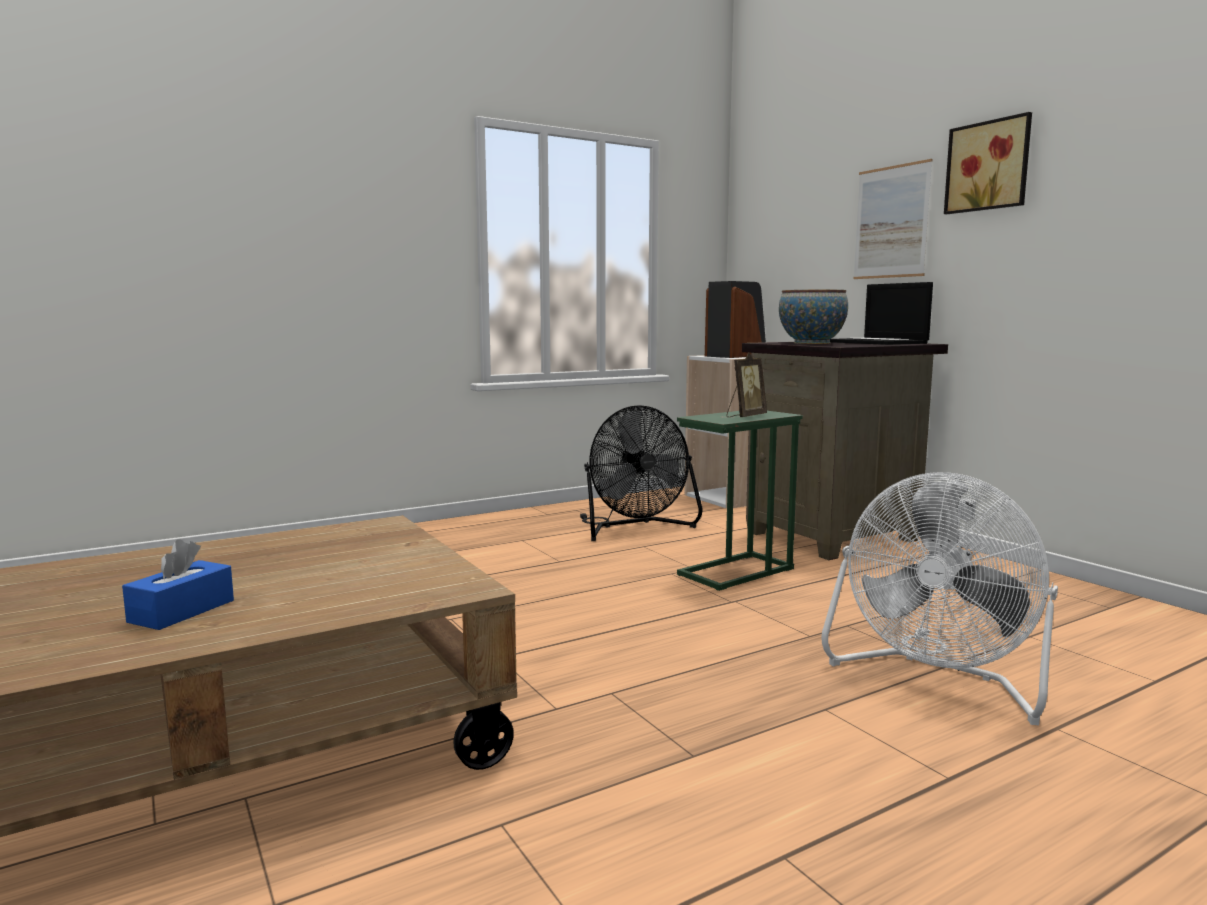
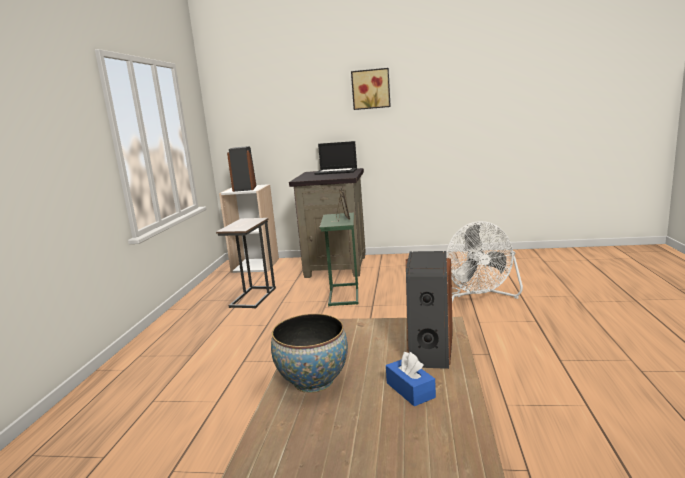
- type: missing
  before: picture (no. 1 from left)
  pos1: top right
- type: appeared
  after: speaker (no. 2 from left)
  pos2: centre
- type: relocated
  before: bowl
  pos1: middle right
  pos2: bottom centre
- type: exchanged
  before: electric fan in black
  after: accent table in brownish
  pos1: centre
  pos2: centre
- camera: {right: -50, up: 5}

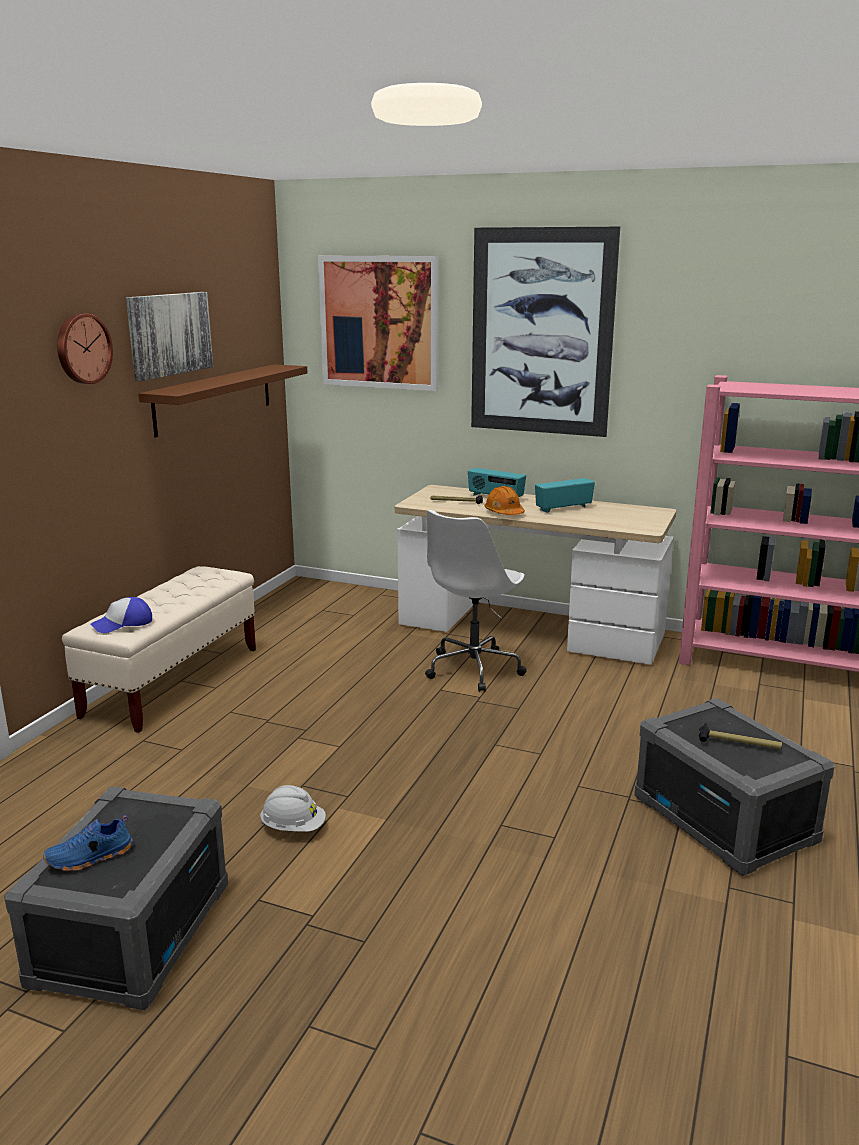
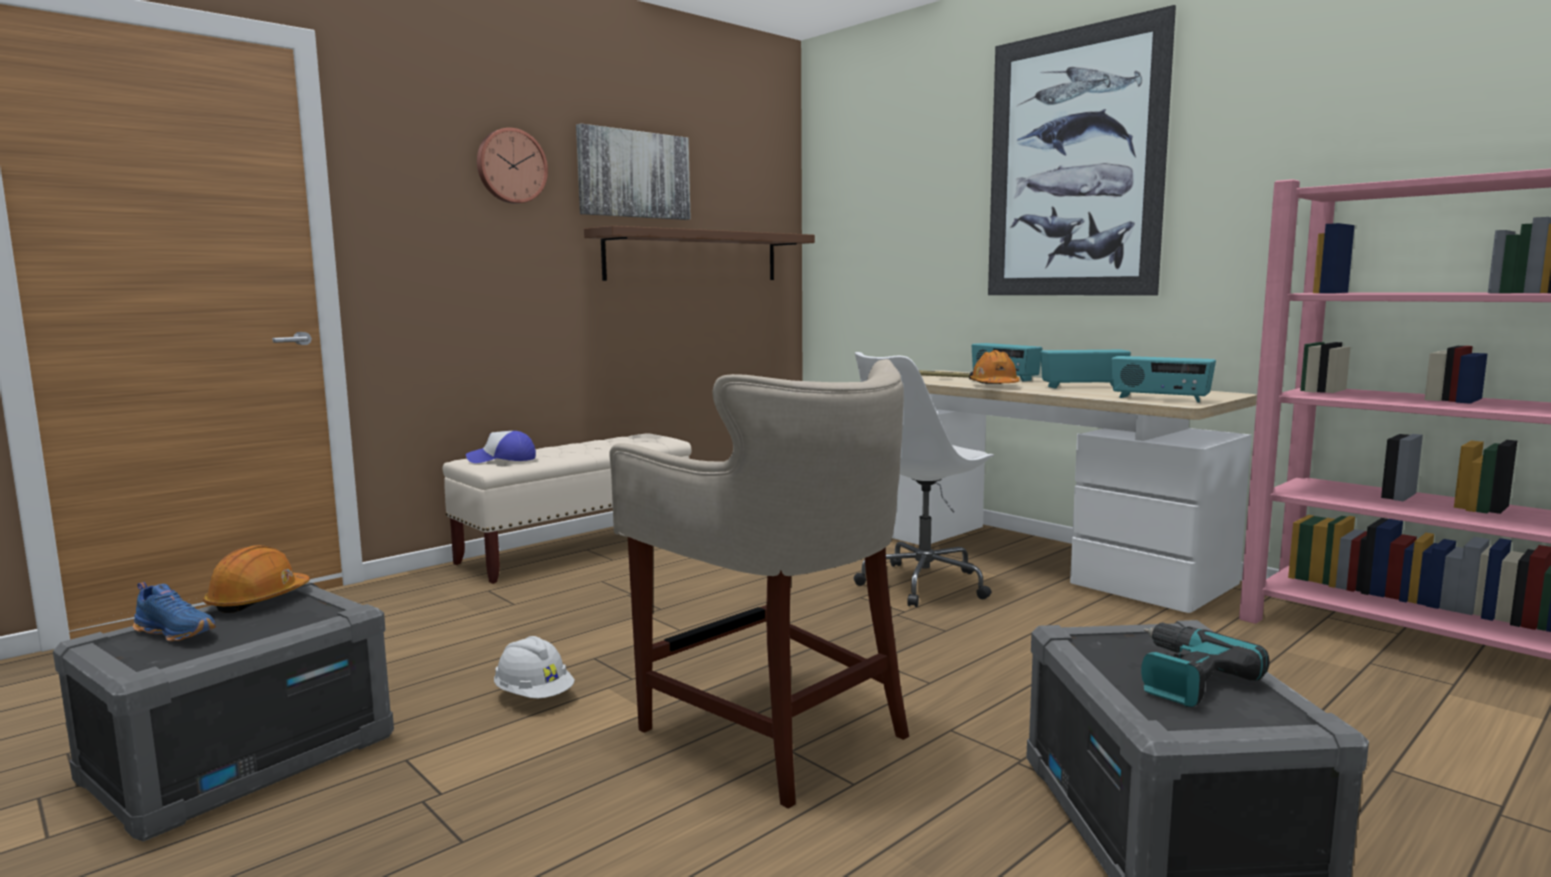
- type: missing
  before: picture (no. 2 from left)
  pos1: top centre
- type: appeared
  after: work helmet in orange (no. 1 from left)
  pos2: middle left
- type: appeared
  after: stool in sand-coloured
  pos2: centre
- type: appeared
  after: radio set (no. 3 from left)
  pos2: middle right
- type: exchanged
  before: hand hammer (no. 2 from left)
  after: drill
  pos1: middle right
  pos2: bottom right
- type: spun
  before: item of footwear in blue
  pos1: bottom left
  pos2: bottom left
  turn: -150
- camera: {right: 25, up: -10}

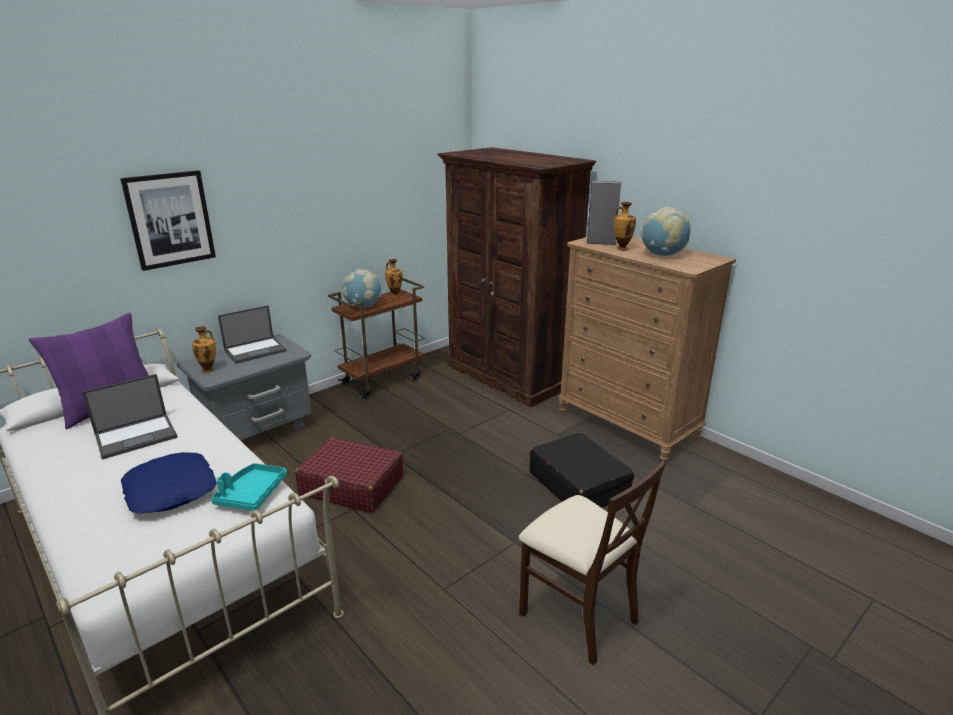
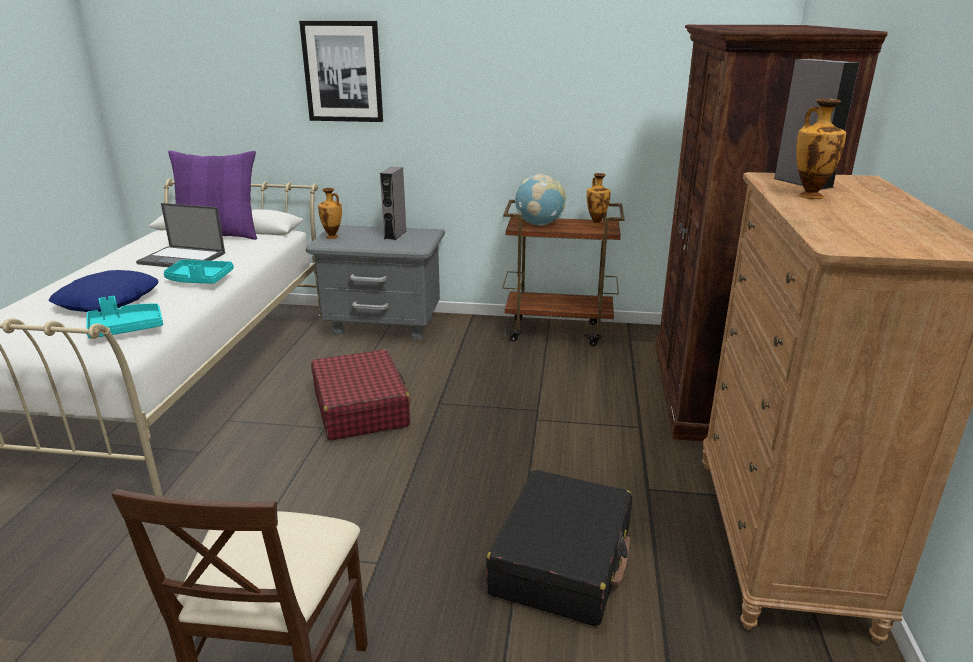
- type: missing
  before: globe (no. 2 from left)
  pos1: top right
- type: appeared
  after: carrying tray in blue-green (no. 2 from left)
  pos2: middle left
- type: exchanged
  before: notebook computer (no. 2 from left)
  after: speaker in grey (no. 1 from left)
  pos1: middle left
  pos2: top centre
- camera: {right: 50, up: 0}

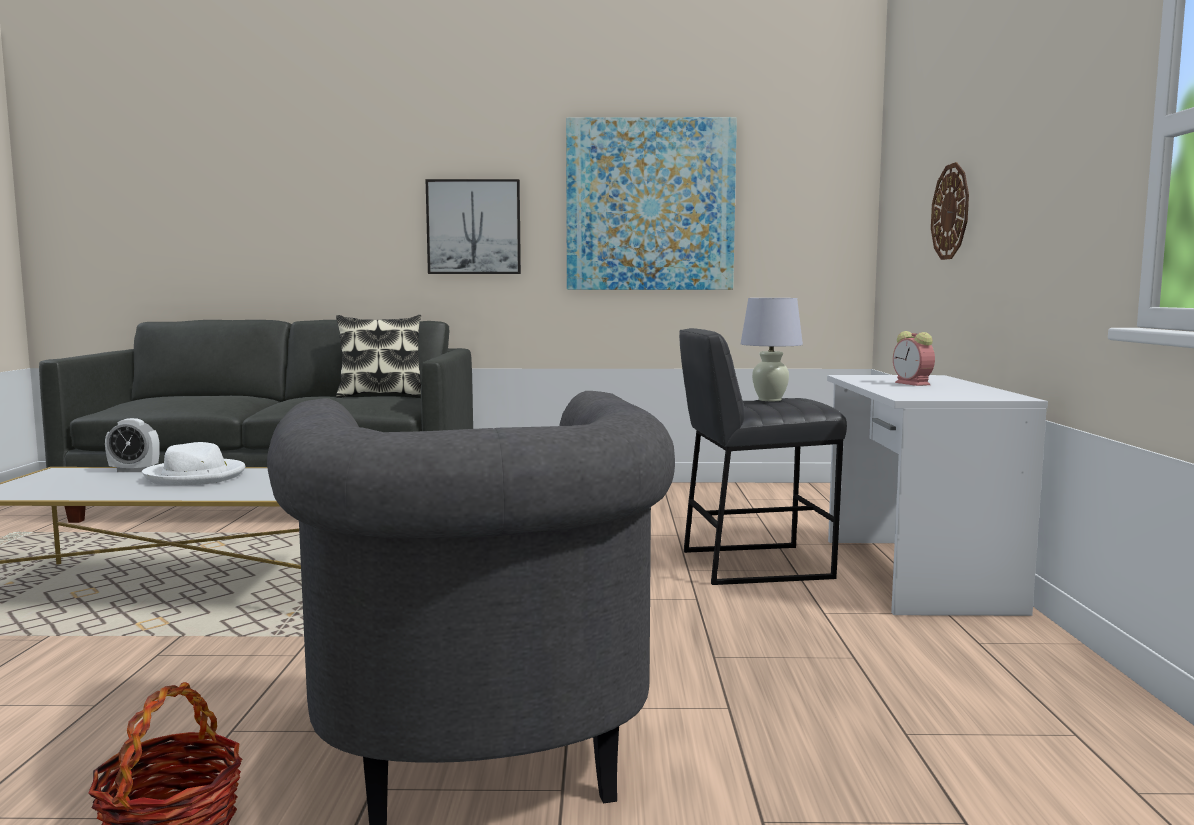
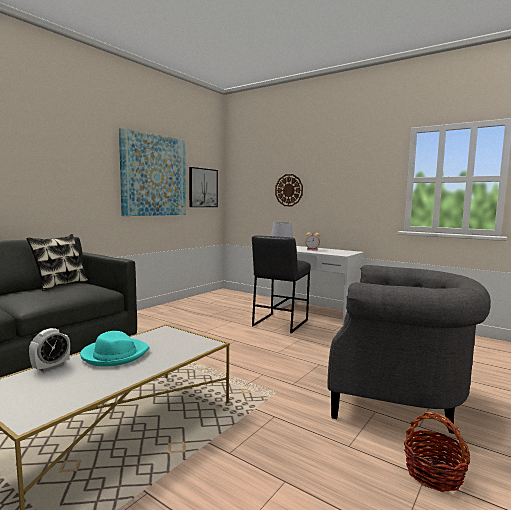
- type: relocated
  before: picture (no. 1 from left in the first image)
  after: picture (no. 2 from left)
  pos1: top centre
  pos2: centre
- type: colour
  before: hat in white-coloured
  after: hat in blue-green
  pos1: middle left
  pos2: bottom left
- camera: {right: -55, up: 0}

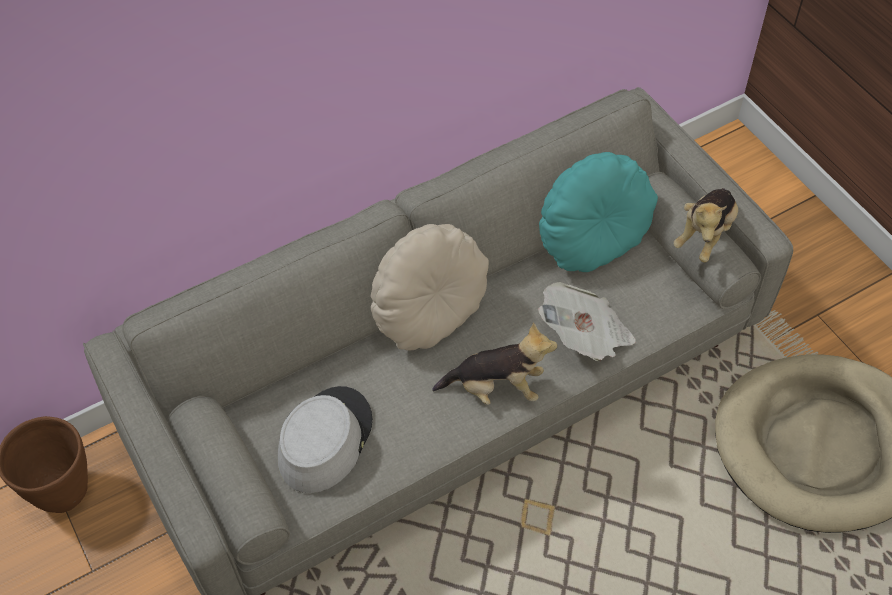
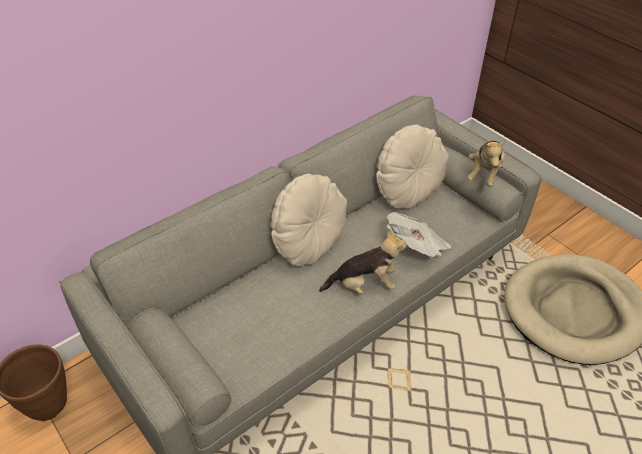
- type: missing
  before: hat in grey
  pos1: bottom centre
- type: colour
  before: pillow in blue-green
  after: pillow in sand-coloured (no. 2 from left)
  pos1: middle right
  pos2: centre
- camera: {right: -10, up: -10}

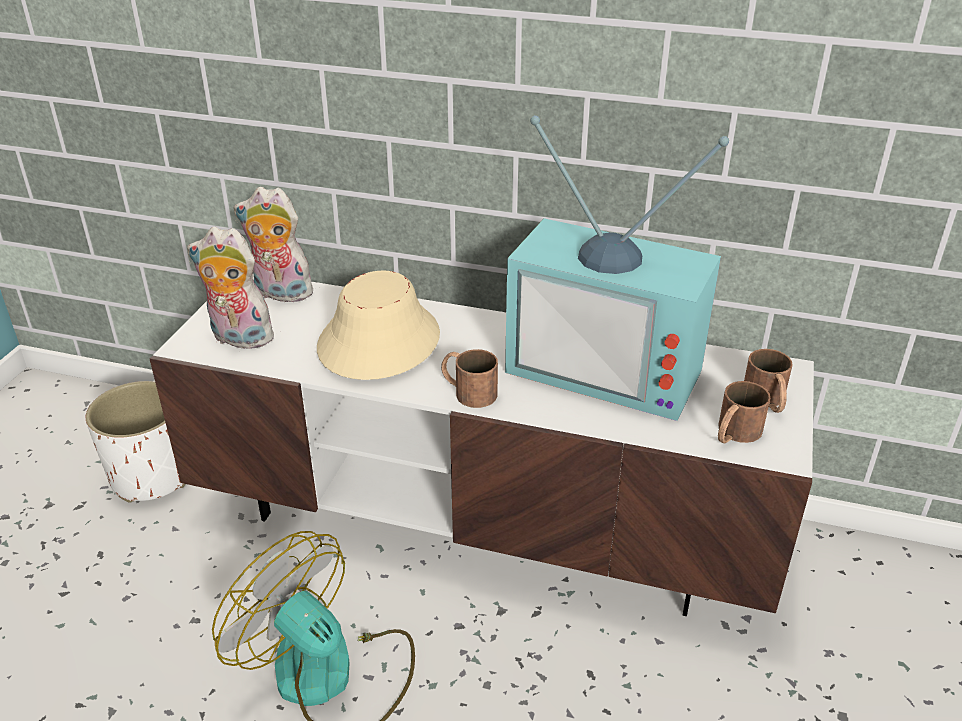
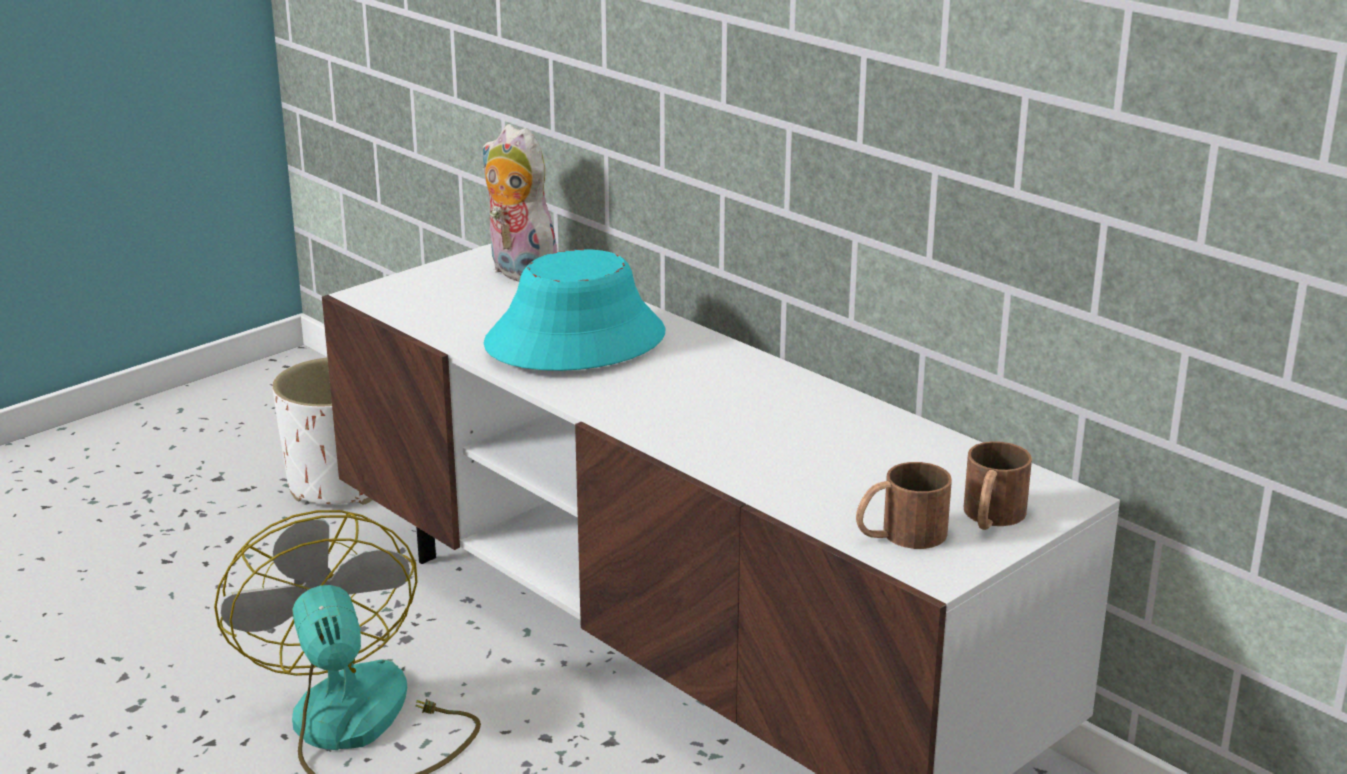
- type: missing
  before: plush toy (no. 1 from left)
  pos1: middle left
- type: missing
  before: tea mug in brownish (no. 1 from left)
  pos1: centre
- type: missing
  before: TV
  pos1: centre
- type: colour
  before: hat in sand-coloured
  after: hat in blue-green
  pos1: centre
  pos2: centre
- camera: {right: 30, up: -10}

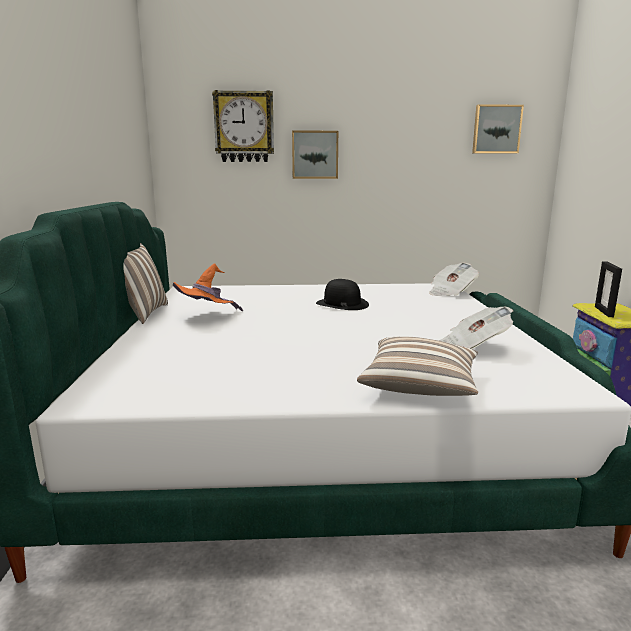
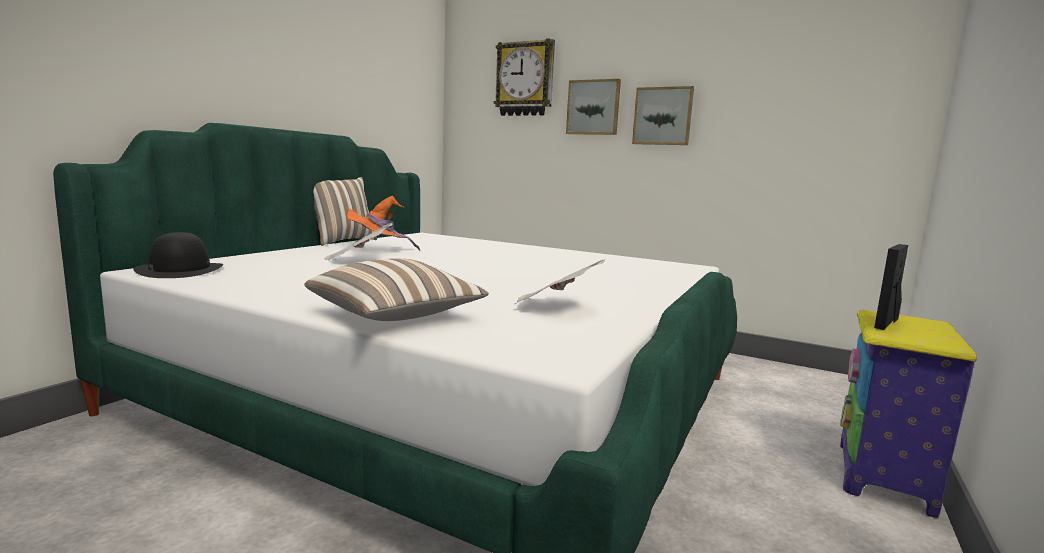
- type: relocated
  before: hat in black
  pos1: centre
  pos2: middle left
- type: relocated
  before: printed paper (no. 1 from left)
  pos1: middle right
  pos2: centre
- type: relocated
  before: picture (no. 2 from left)
  pos1: top right
  pos2: top centre
- camera: {right: 30, up: -5}

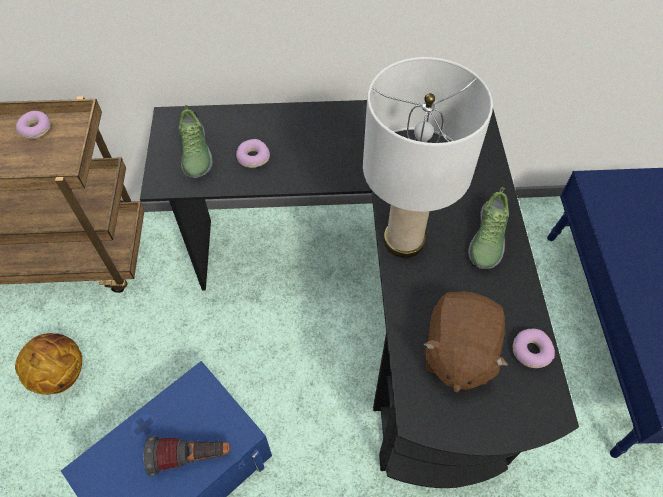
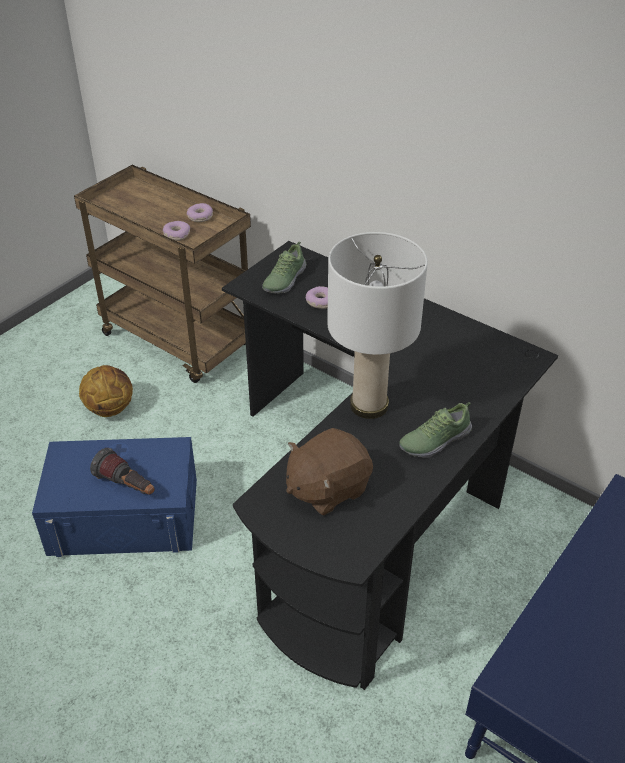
- type: relocated
  before: donut (no. 3 from left in the first image)
  after: donut (no. 1 from left)
  pos1: bottom right
  pos2: top left
- camera: {right: 40, up: -15}

